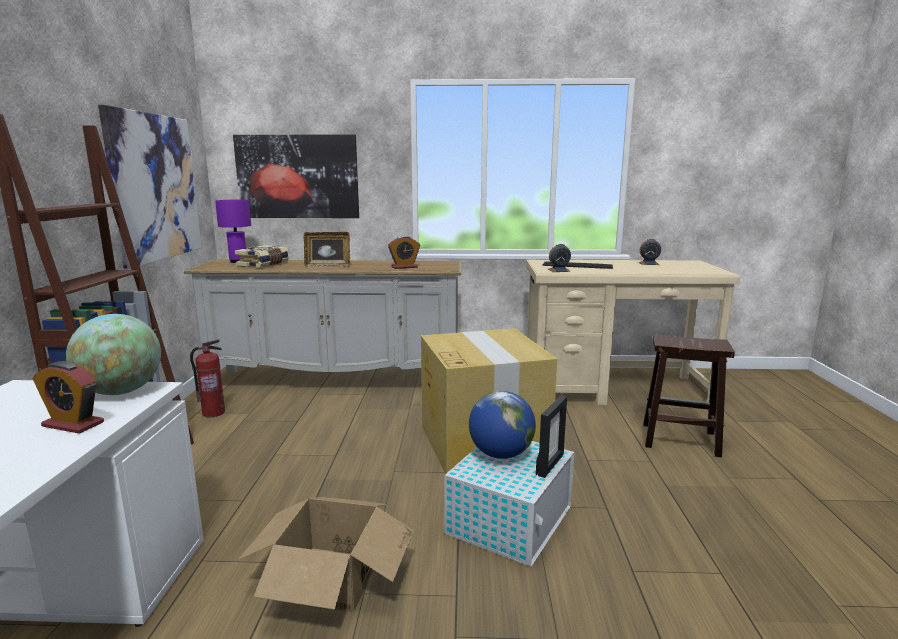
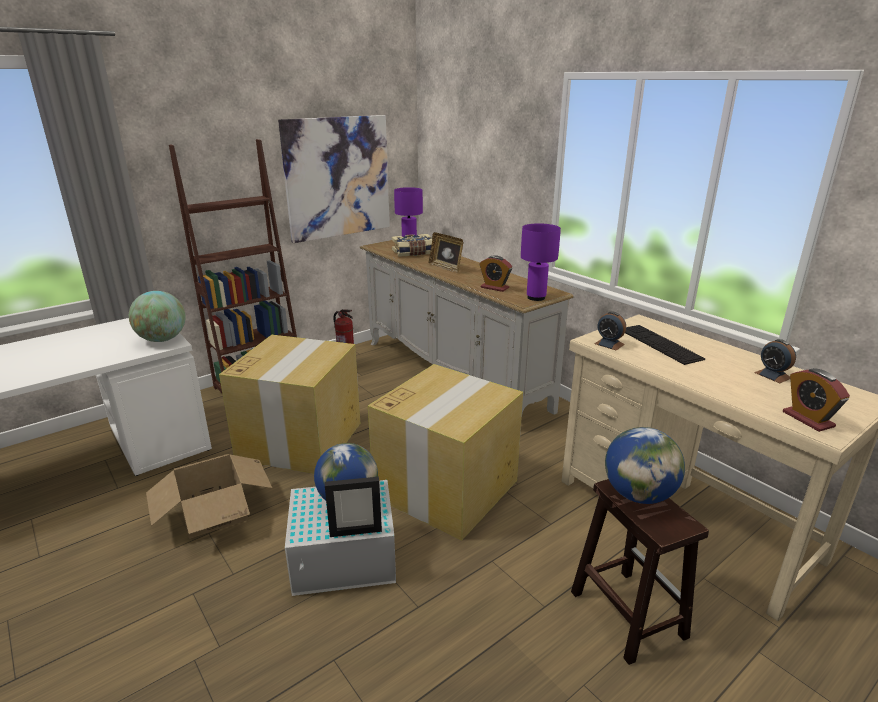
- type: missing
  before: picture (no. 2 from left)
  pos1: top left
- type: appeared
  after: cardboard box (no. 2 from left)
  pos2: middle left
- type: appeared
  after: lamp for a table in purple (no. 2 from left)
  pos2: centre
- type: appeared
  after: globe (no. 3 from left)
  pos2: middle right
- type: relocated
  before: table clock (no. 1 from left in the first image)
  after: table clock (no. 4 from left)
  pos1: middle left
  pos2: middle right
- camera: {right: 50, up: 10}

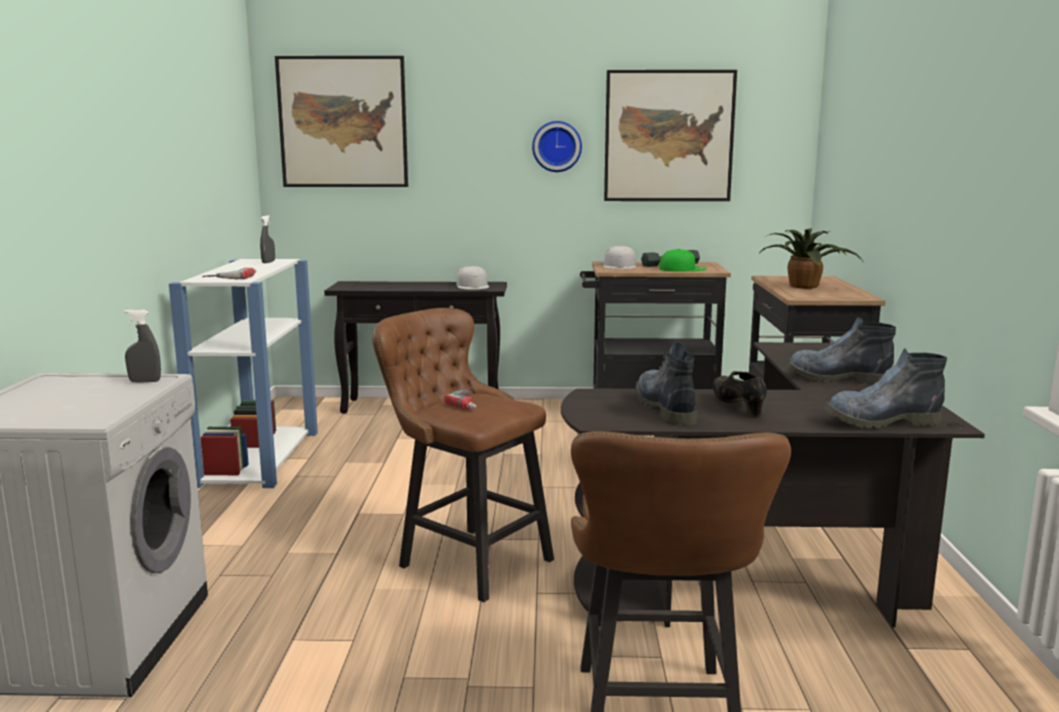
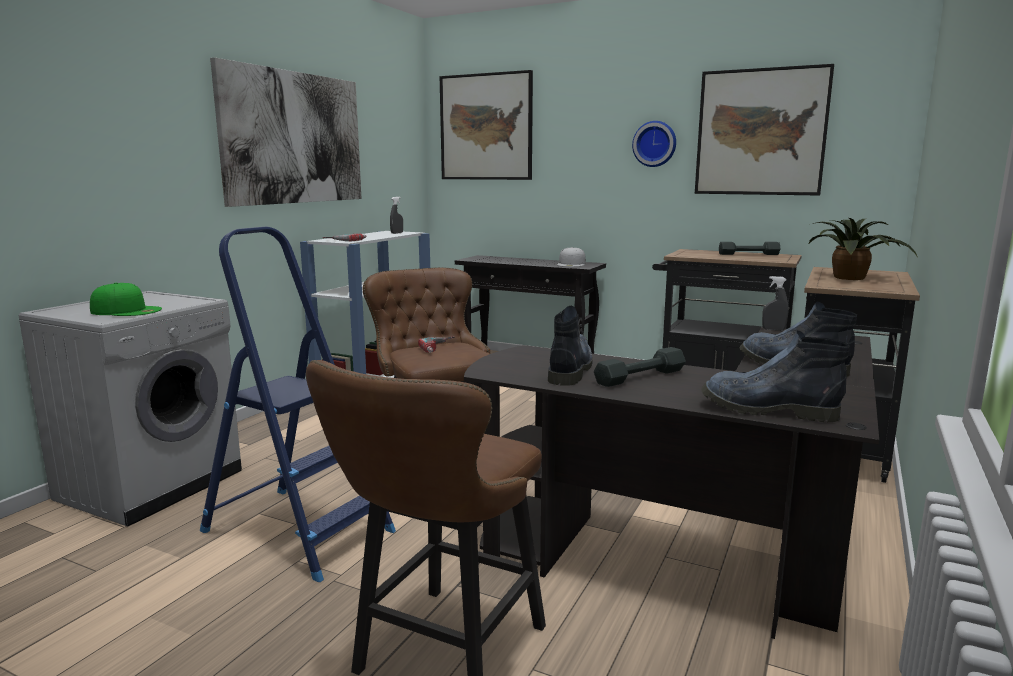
- type: missing
  before: cap in white-coloured (no. 2 from left)
  pos1: centre
- type: appeared
  after: stepladder in blue
  pos2: middle left
- type: appeared
  after: picture (no. 1 from left)
  pos2: top left
- type: relocated
  before: sprayer in grey (no. 1 from left in the first image)
  after: sprayer in grey (no. 2 from left)
  pos1: middle left
  pos2: middle right
- type: relocated
  before: cap in green-coloured
  pos1: centre
  pos2: middle left
- type: exchanged
  before: item of footwear in black
  after: hand weight in grey (no. 1 from left)
  pos1: middle right
  pos2: centre
- camera: {right: 25, up: 0}

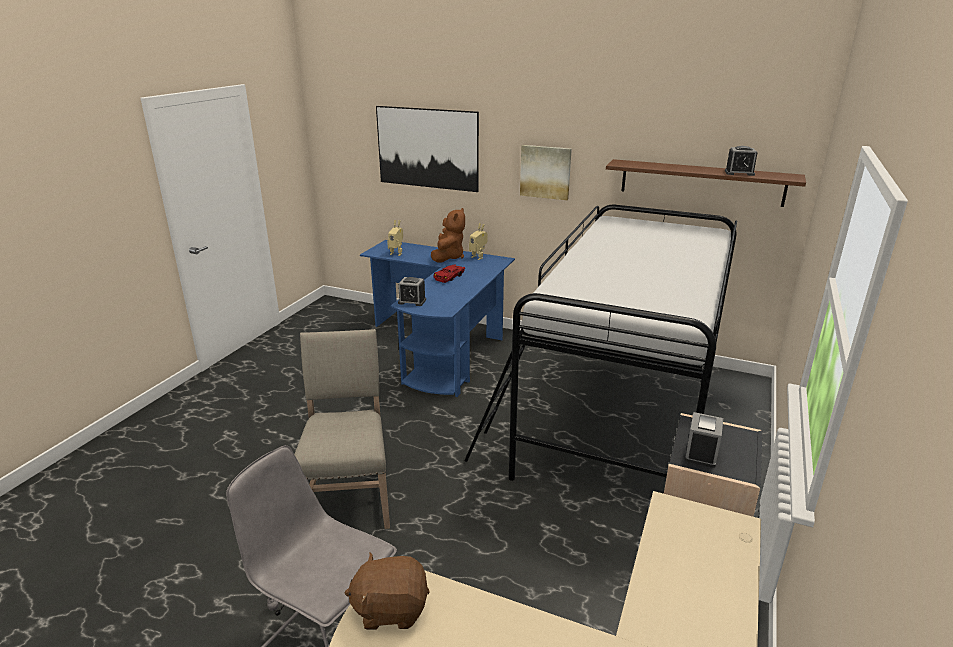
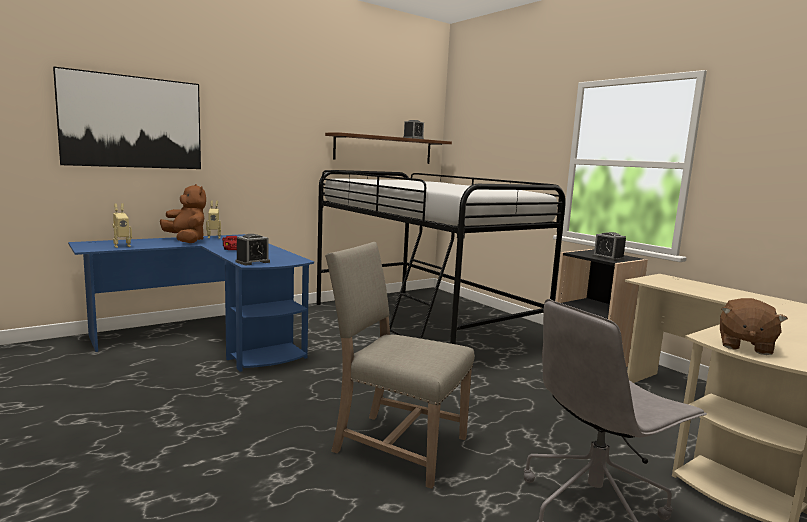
- type: missing
  before: picture (no. 2 from left)
  pos1: top centre
- camera: {right: -60, up: -15}

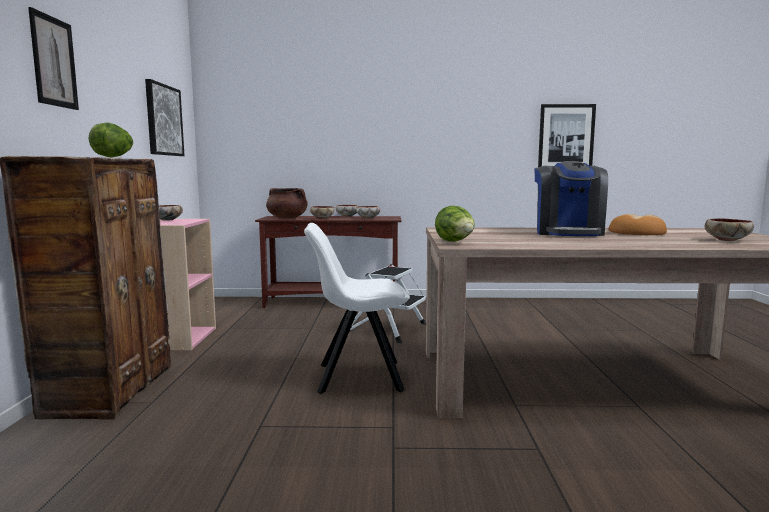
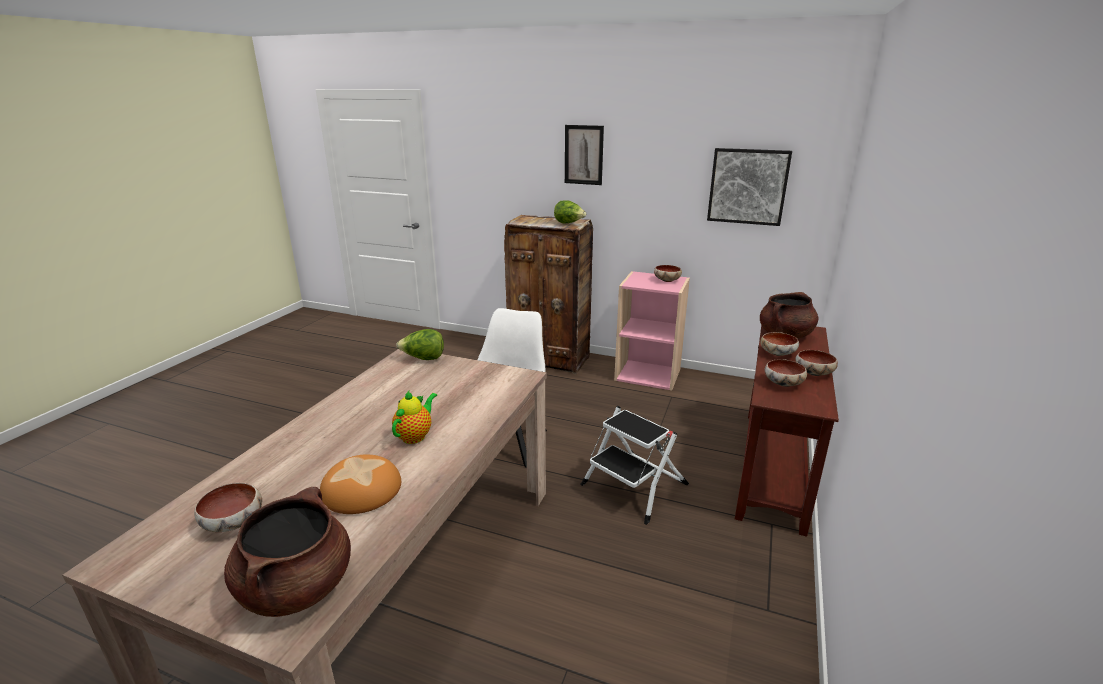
- type: missing
  before: picture (no. 3 from left)
  pos1: top right
- type: appeared
  after: stockpot in brownish (no. 1 from left)
  pos2: bottom left
- type: exchanged
  before: coffee maker
  after: pot for tea
  pos1: middle right
  pos2: centre
- camera: {right: 110, up: 15}

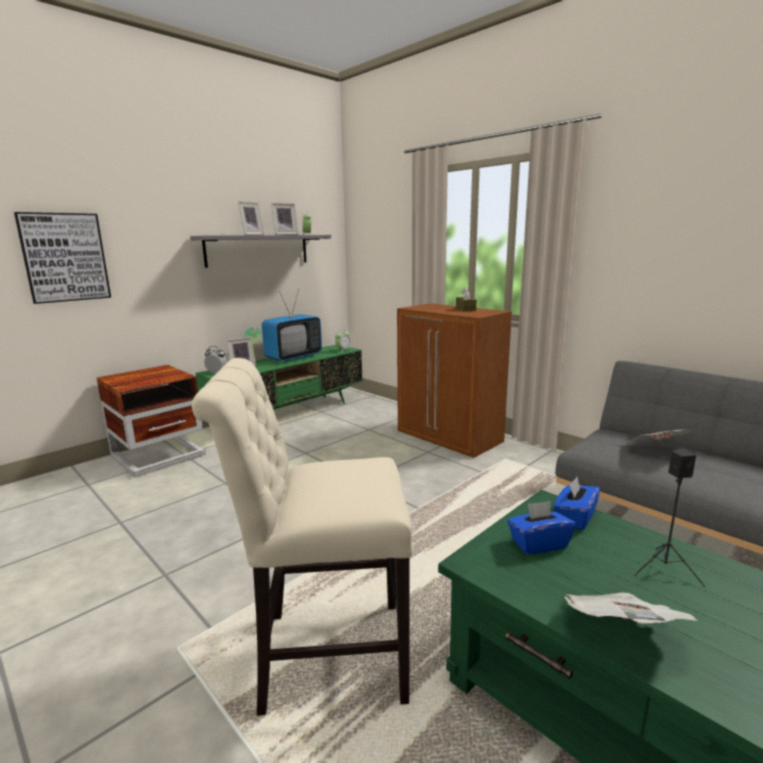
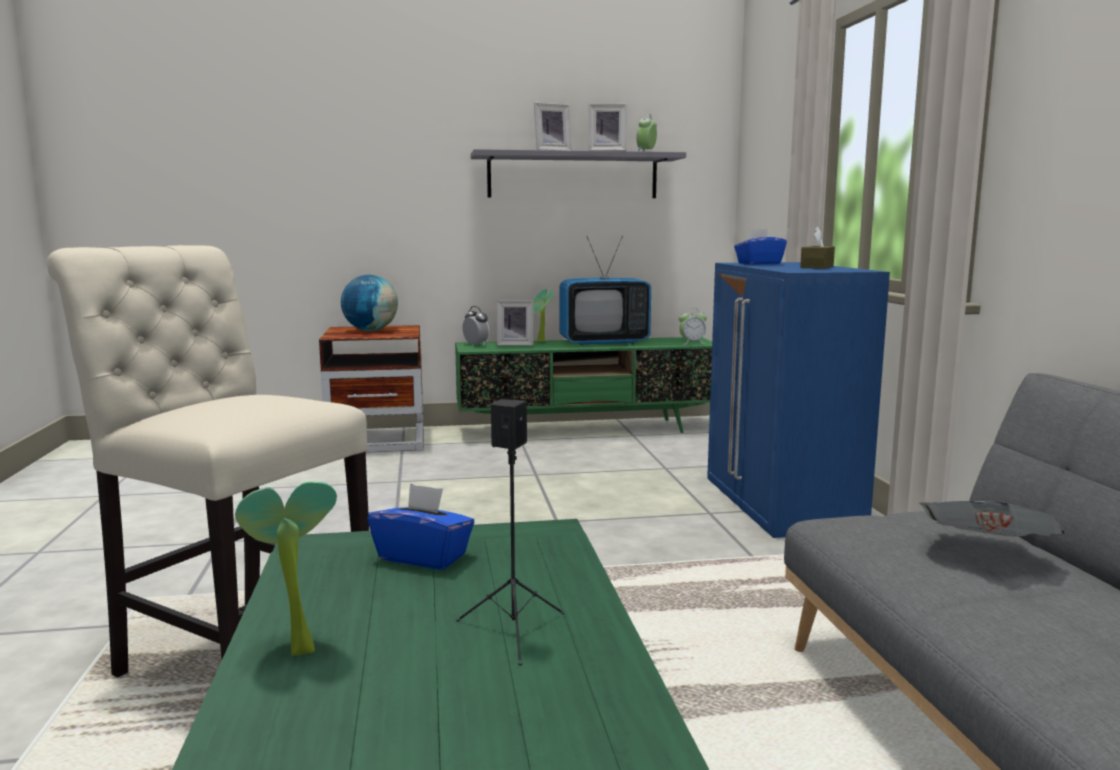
- type: missing
  before: picture
  pos1: middle left
- type: appeared
  after: globe
  pos2: middle left
- type: relocated
  before: tissue box in blue (no. 2 from left)
  pos1: middle right
  pos2: top right
- type: exchanged
  before: printed paper (no. 1 from left)
  after: houseplant (no. 1 from left)
  pos1: bottom right
  pos2: bottom left
- type: colour
  before: cabinet in brownish
  after: cabinet in blue
  pos1: centre
  pos2: middle right
- camera: {right: 35, up: -5}

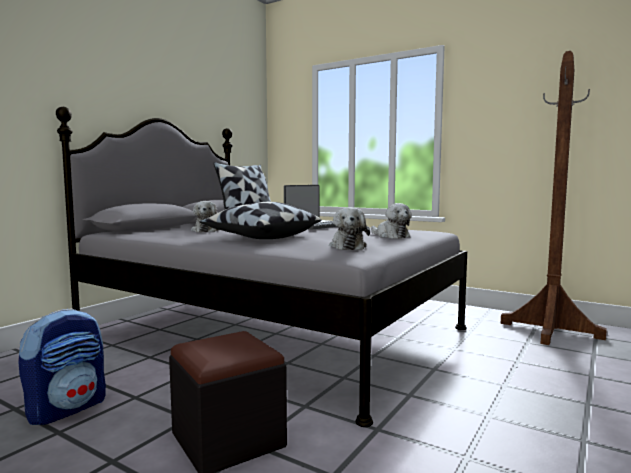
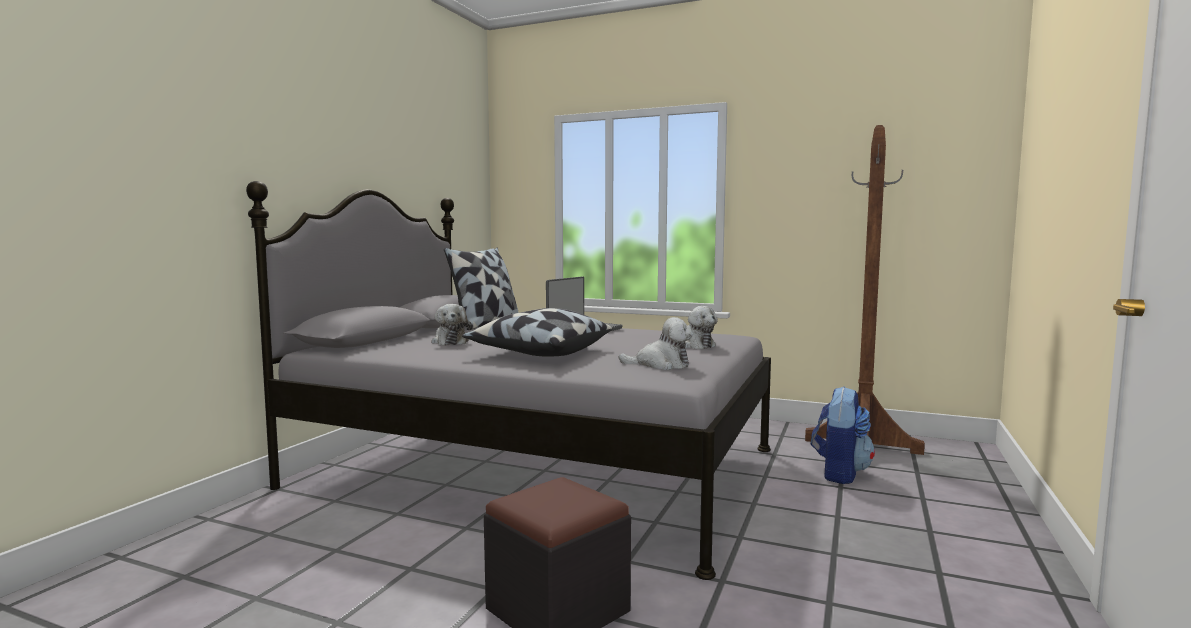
- type: relocated
  before: backpack
  pos1: bottom left
  pos2: bottom right
- type: spun
  before: plush toy (no. 2 from left)
  pos1: centre
  pos2: centre
  turn: -75
- camera: {right: -10, up: 0}

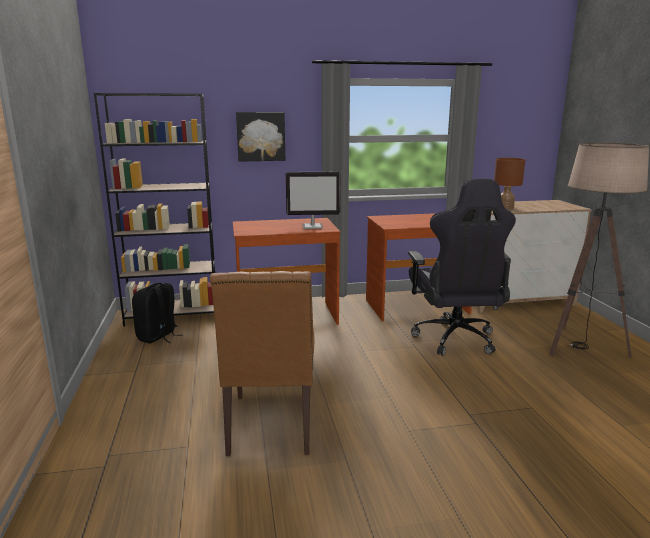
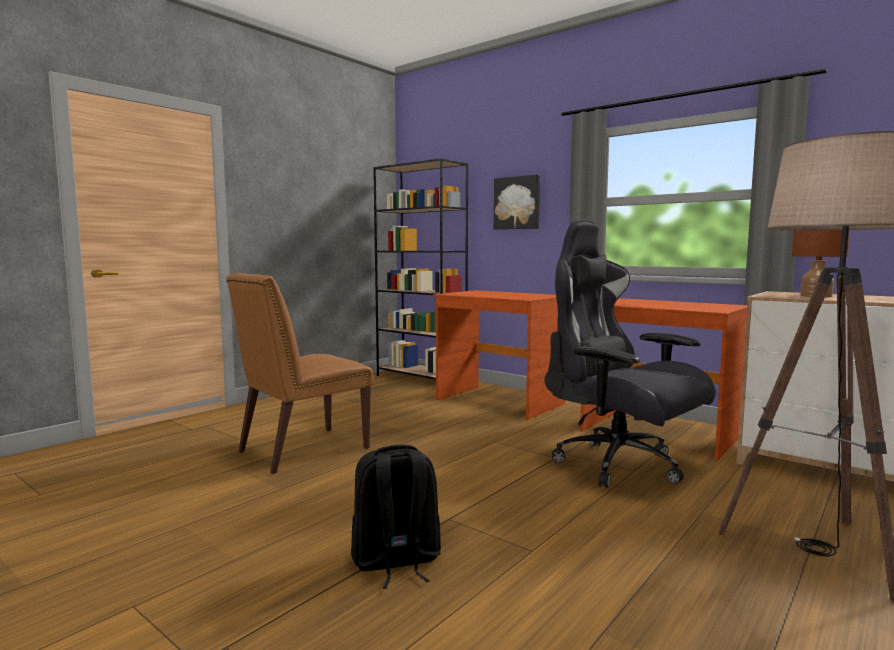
- type: missing
  before: computer screen
  pos1: centre
- type: relocated
  before: backpack in black
  pos1: middle left
  pos2: bottom centre
- type: spun
  before: computer chair in black
  pos1: middle right
  pos2: middle right
  turn: 90
- camera: {right: 50, up: -10}

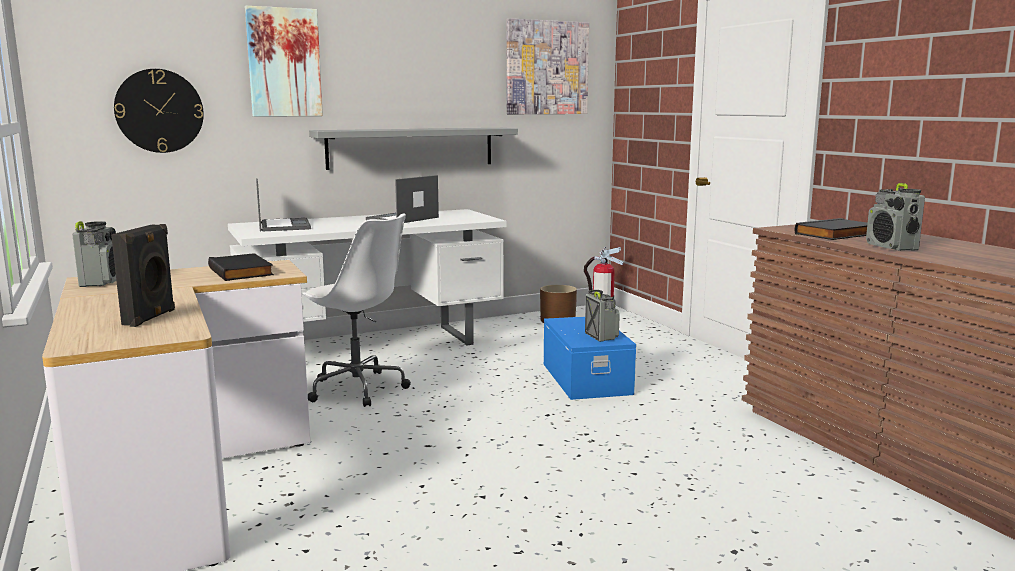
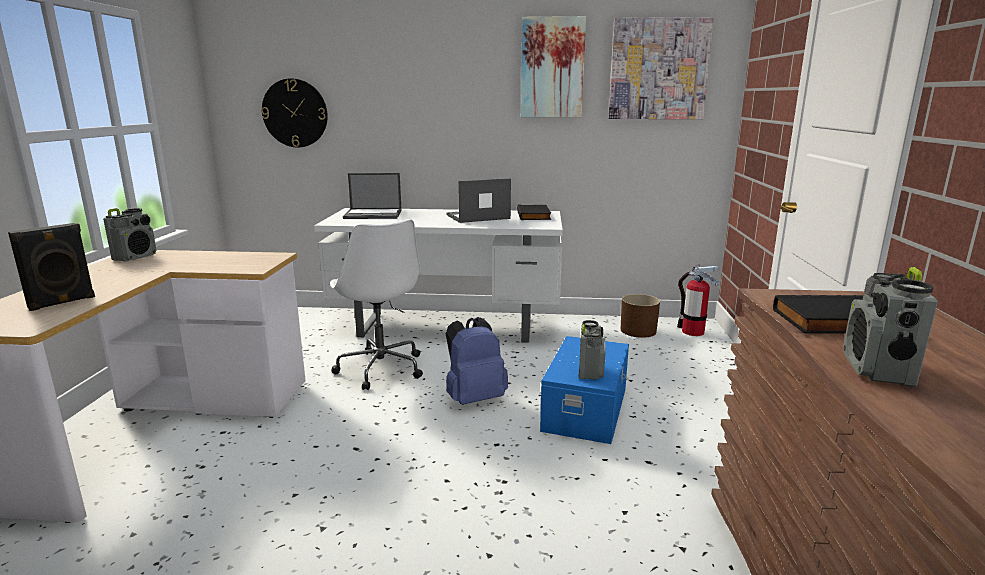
- type: missing
  before: shelf in grey
  pos1: top centre
- type: appeared
  after: backpack in blue
  pos2: centre
- type: relocated
  before: volume in black (no. 1 from left)
  pos1: middle left
  pos2: centre
- type: relocated
  before: picture (no. 1 from left)
  pos1: top left
  pos2: top centre
- type: spun
  before: notebook computer (no. 1 from left)
  pos1: middle left
  pos2: centre
  turn: 75
- camera: {right: 30, up: 5}

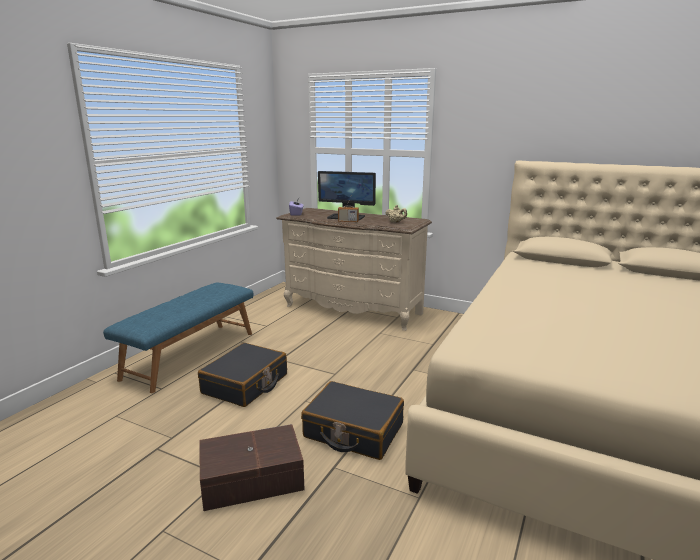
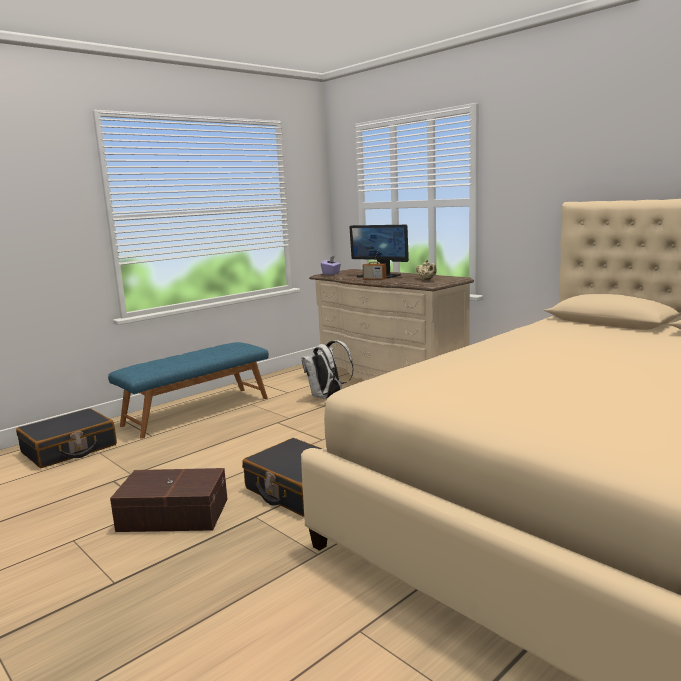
- type: appeared
  after: backpack in white-coloured
  pos2: centre
- type: relocated
  before: travel case in black (no. 1 from left)
  pos1: bottom centre
  pos2: middle left
- camera: {right: 20, up: -5}

